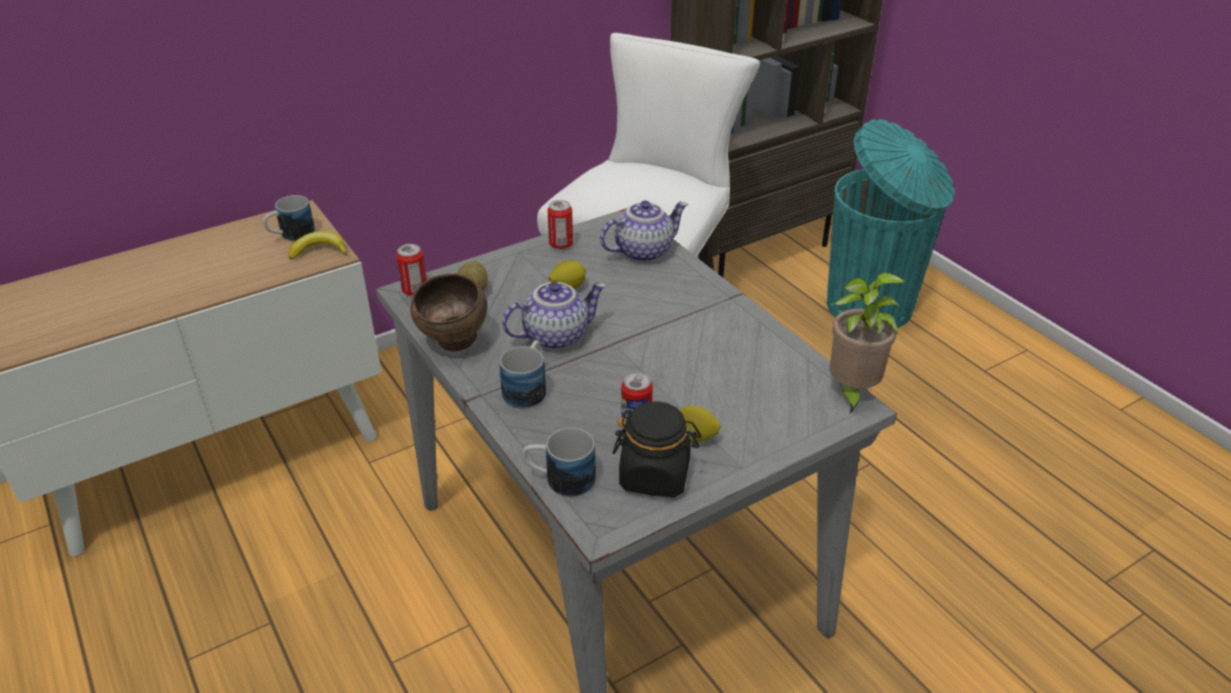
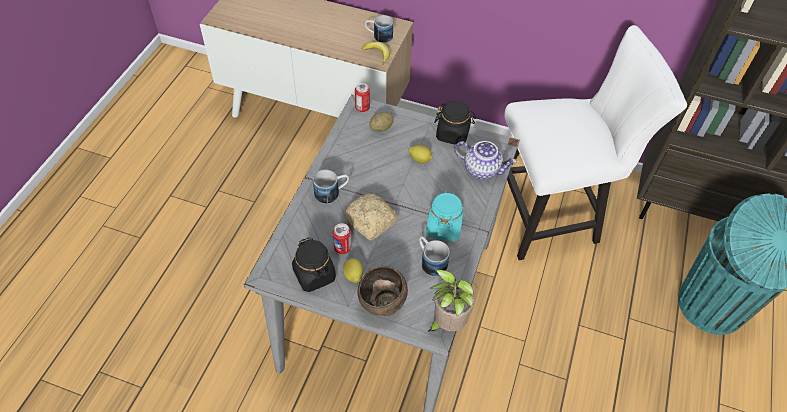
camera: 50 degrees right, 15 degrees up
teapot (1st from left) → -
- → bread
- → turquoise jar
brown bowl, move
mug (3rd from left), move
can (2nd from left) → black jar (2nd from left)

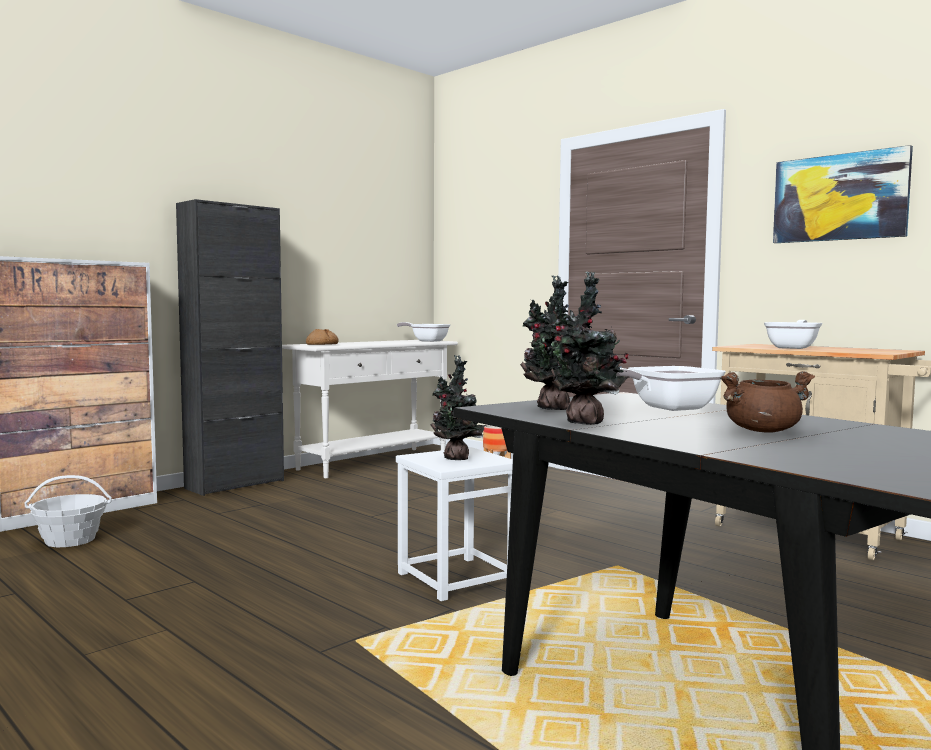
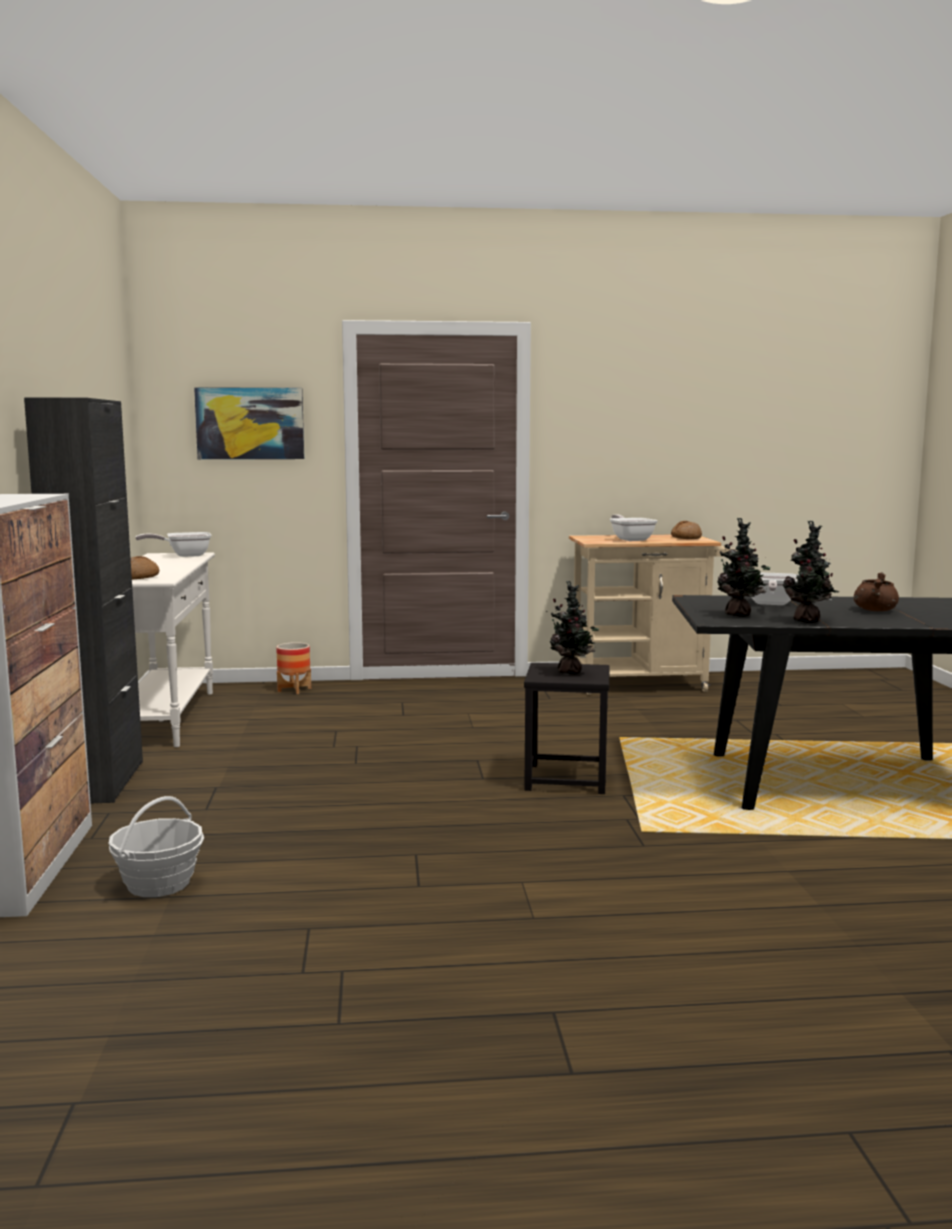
camera: 50 degrees left, 5 degrees up
- → bread (2nd from left)
picture, move
white stool → black stool

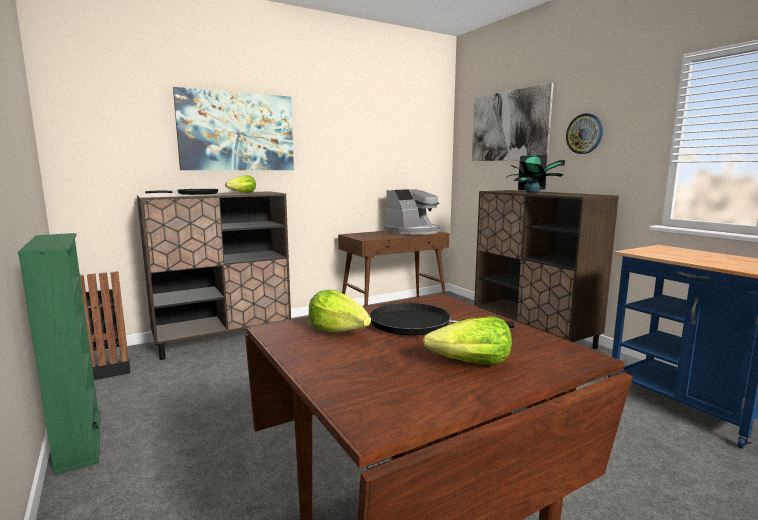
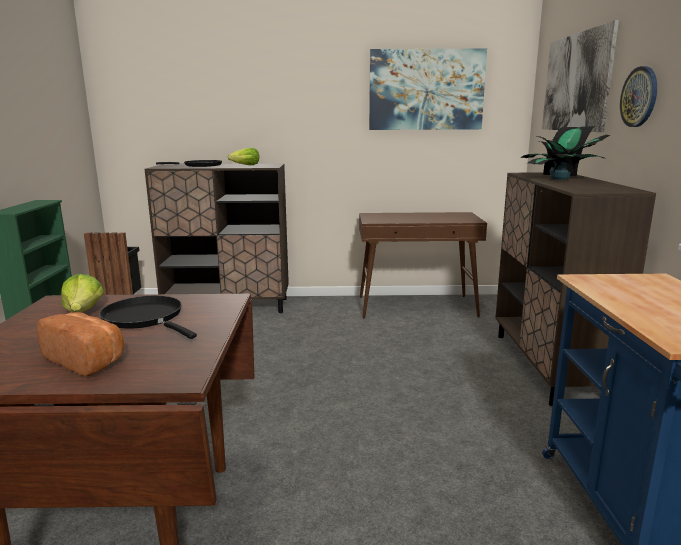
camera: 30 degrees right, 5 degrees up
coffee machine → -
picture (1st from left), move
lettuce (3rd from left) → bread

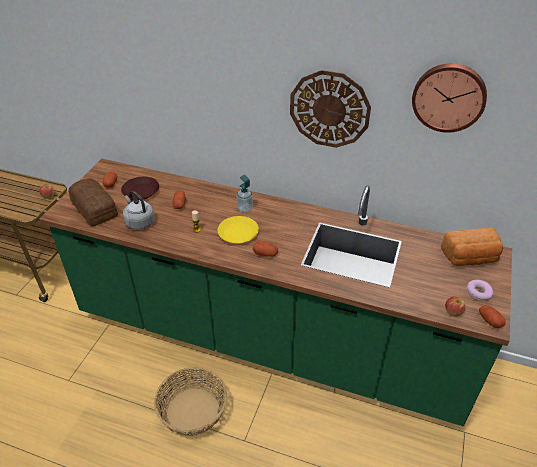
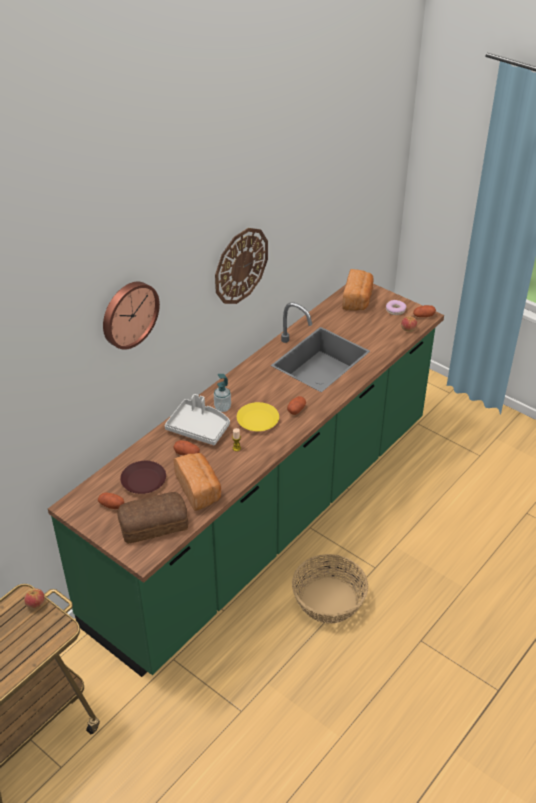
camera: 70 degrees left, 0 degrees up
- → grey tray
wall clock (2nd from left in the first image) → wall clock (1st from left), move
grey kettle → bread (2nd from left)

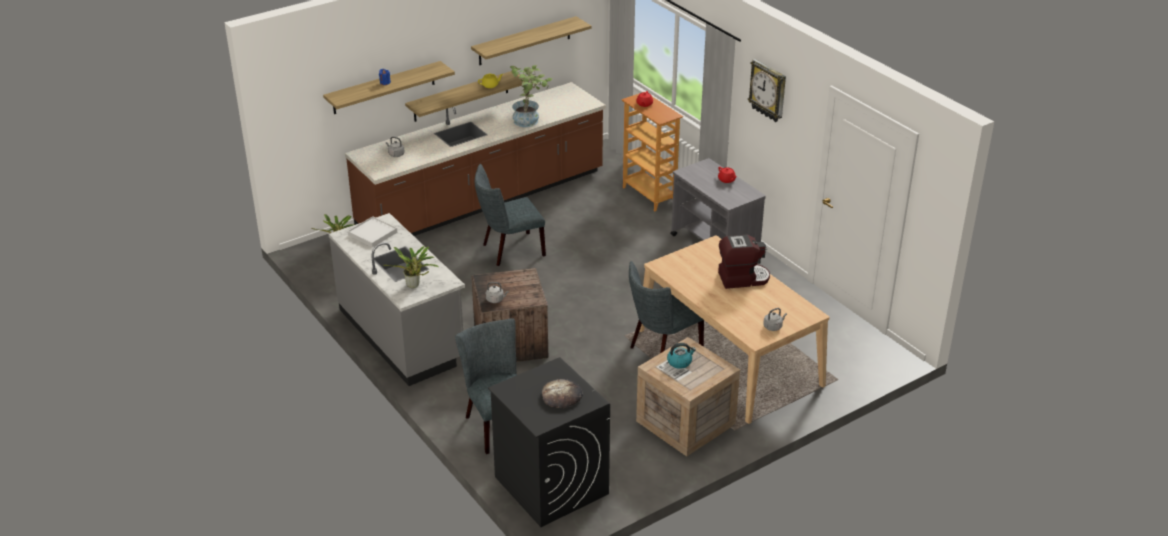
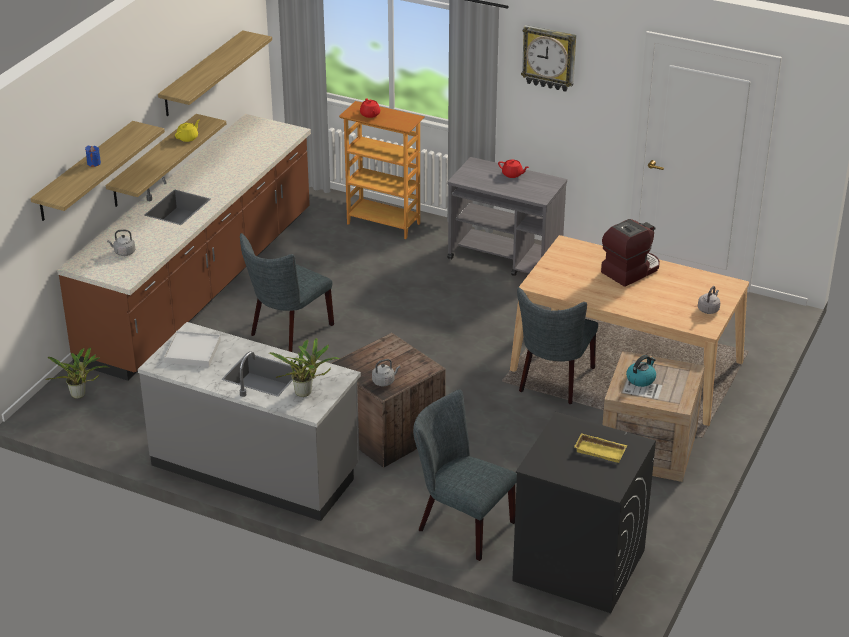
camera: 30 degrees left, 0 degrees up
potted plant (3rd from left) → -
bread → yellow tray

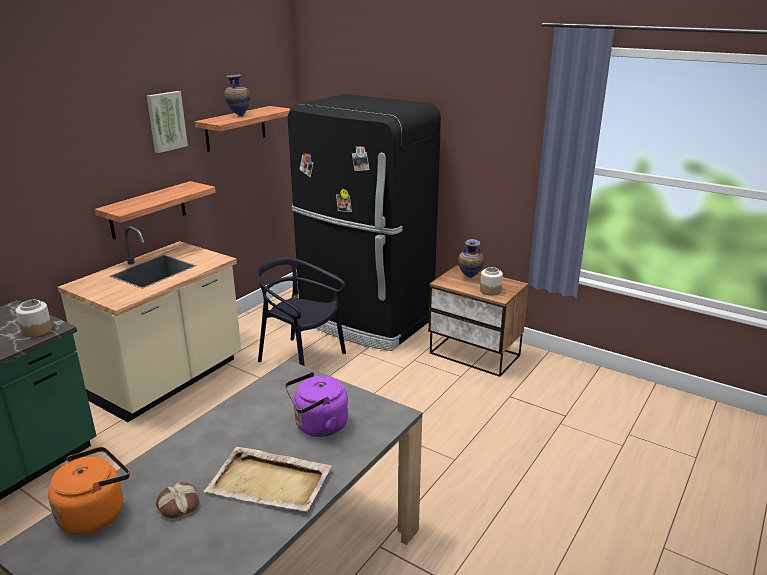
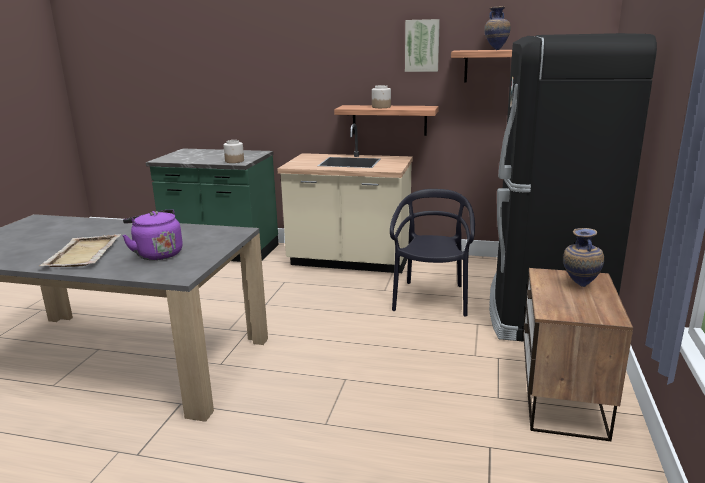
camera: 70 degrees right, 5 degrees down
orange kettle → -
bread → -
jar (2nd from left), move

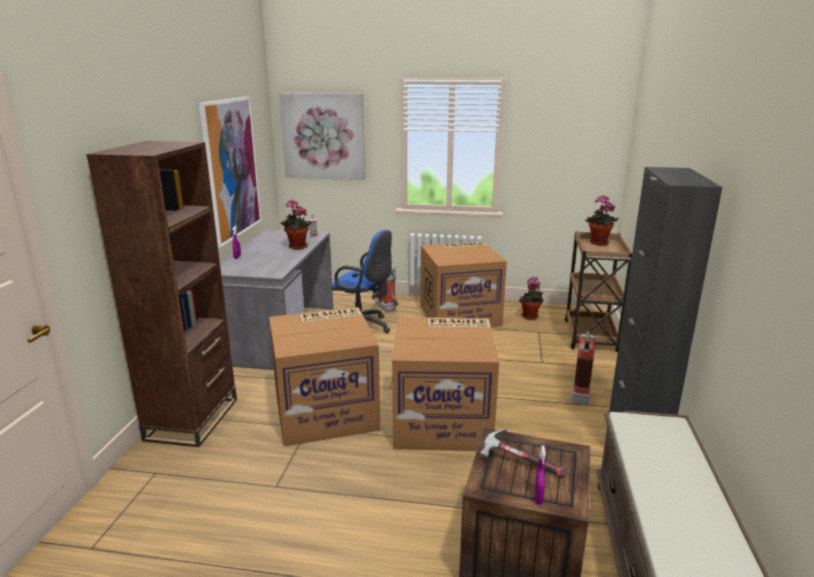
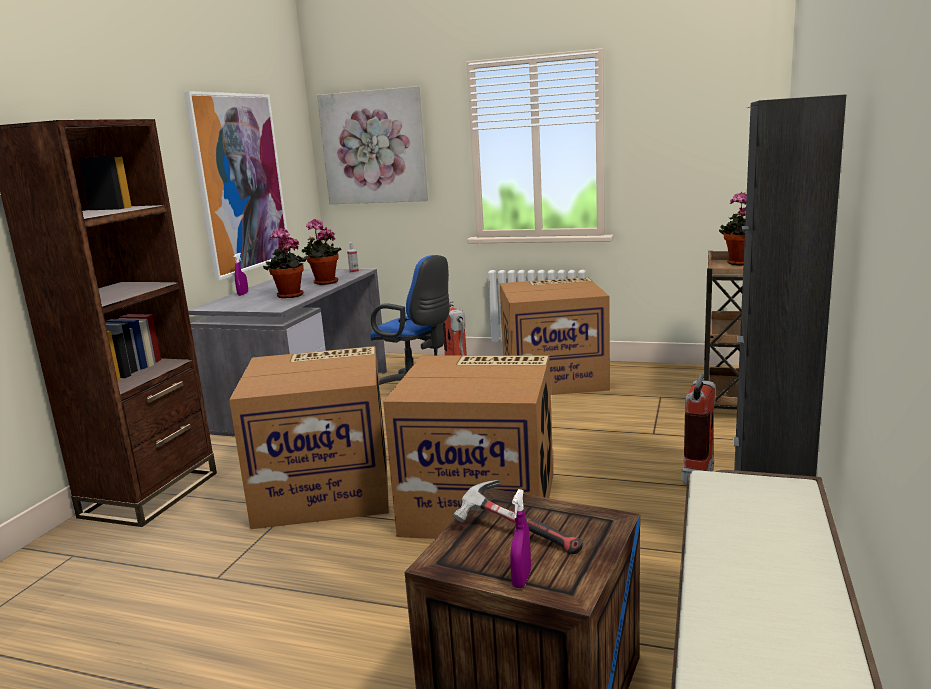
camera: 10 degrees right, 5 degrees down
potted plant (2nd from left in the first image) → potted plant (1st from left), move

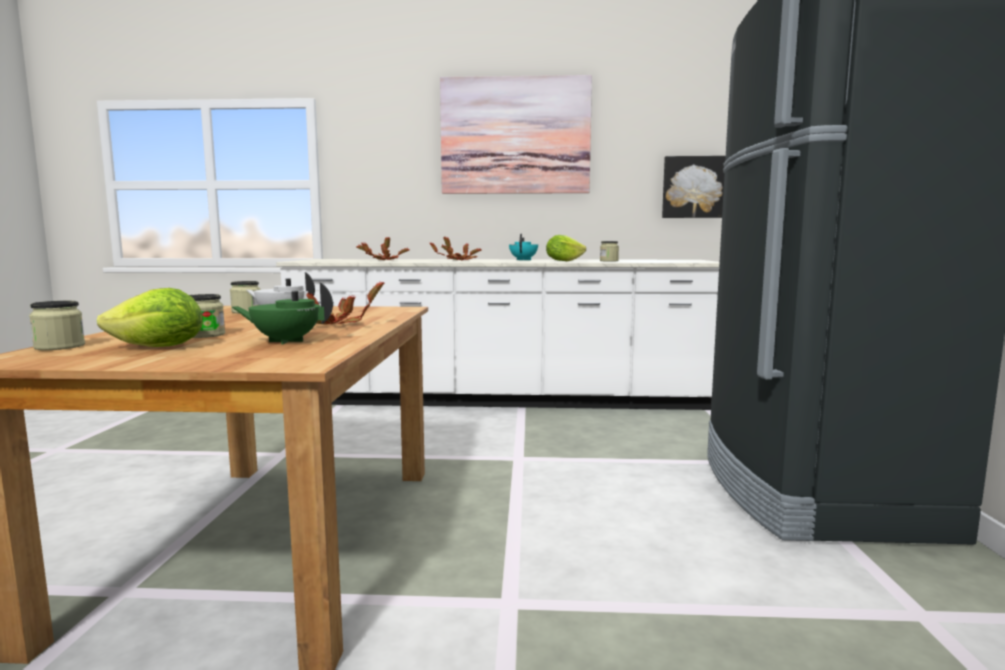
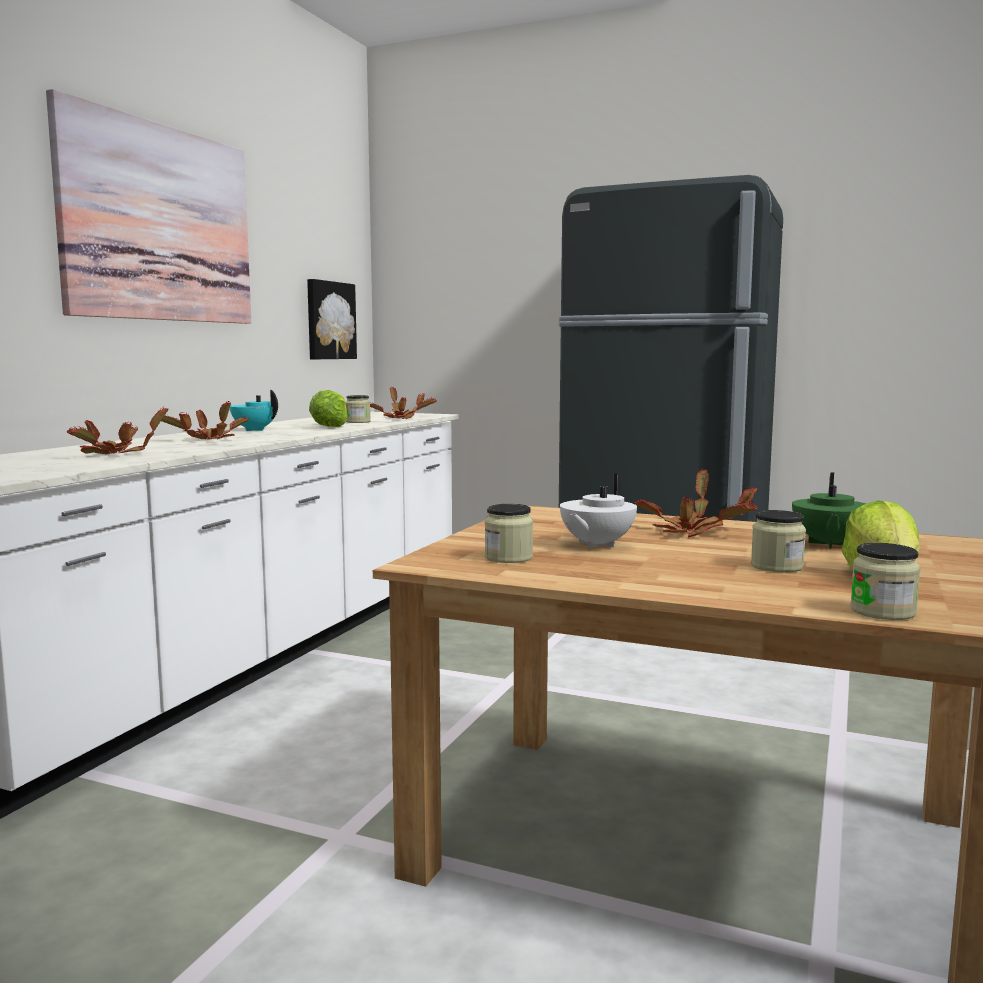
camera: 70 degrees left, 0 degrees up
- → potted plant (3rd from left)

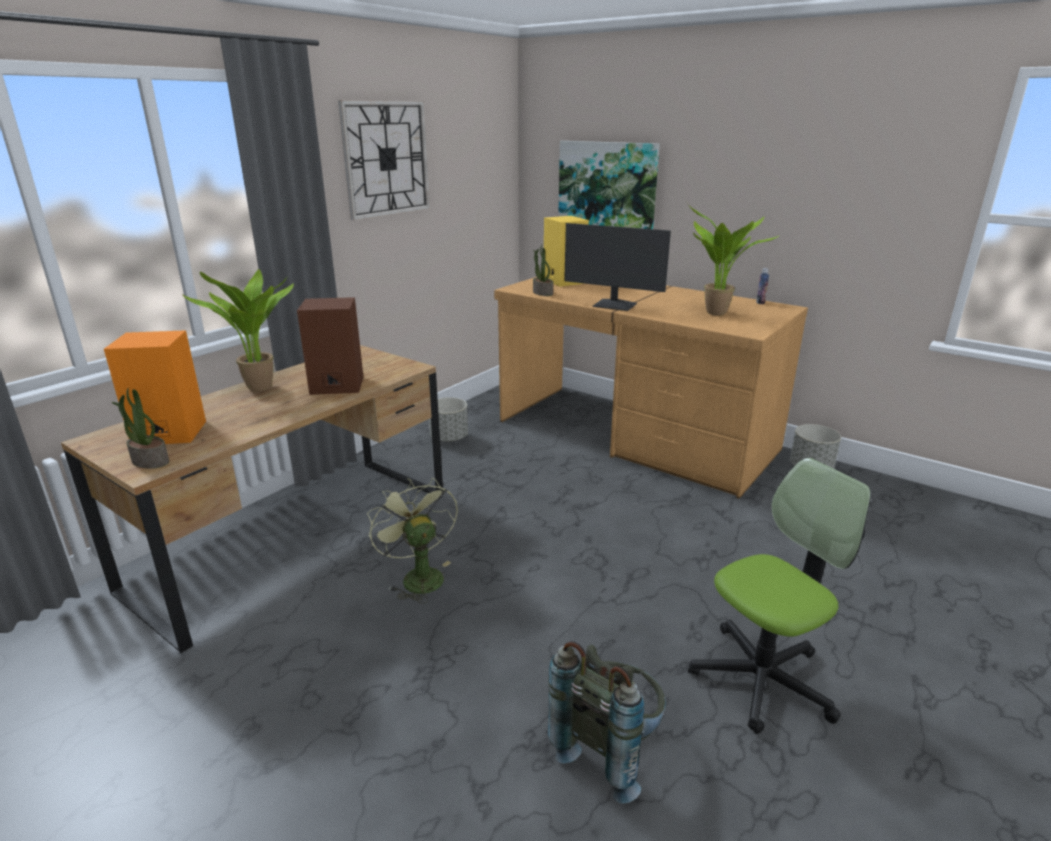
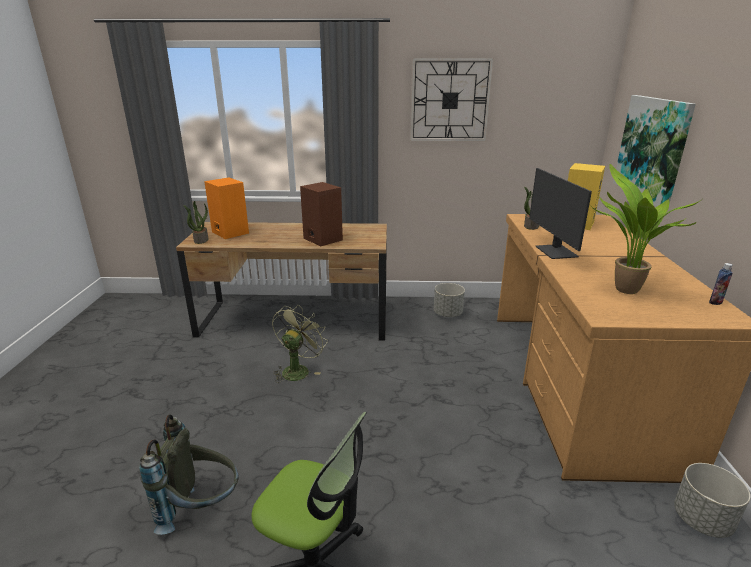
camera: 55 degrees right, 0 degrees up
potted plant (2nd from left) → -

